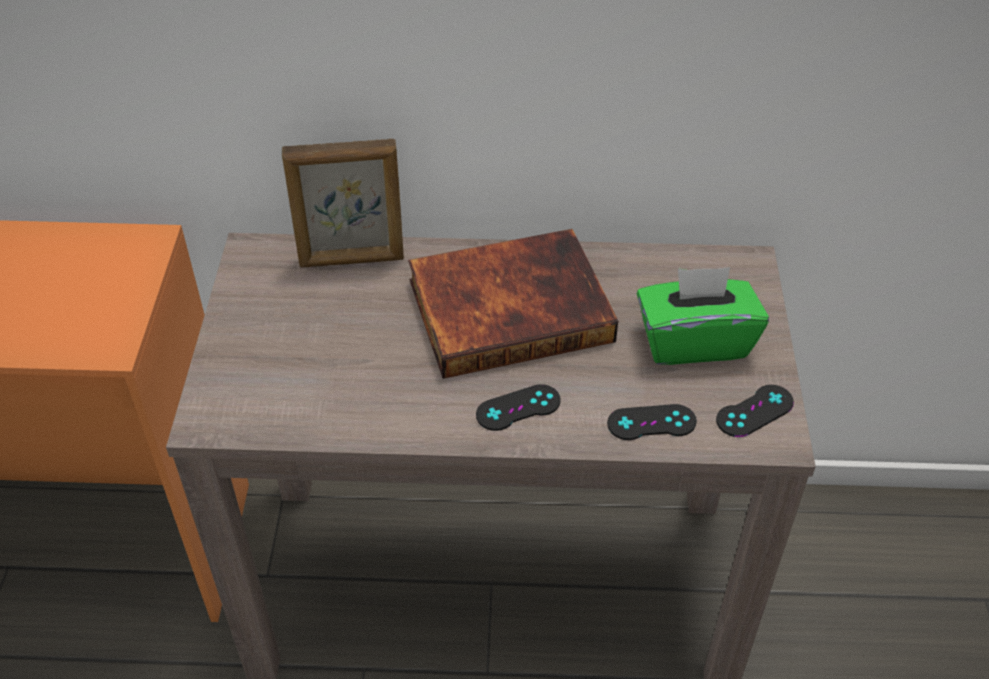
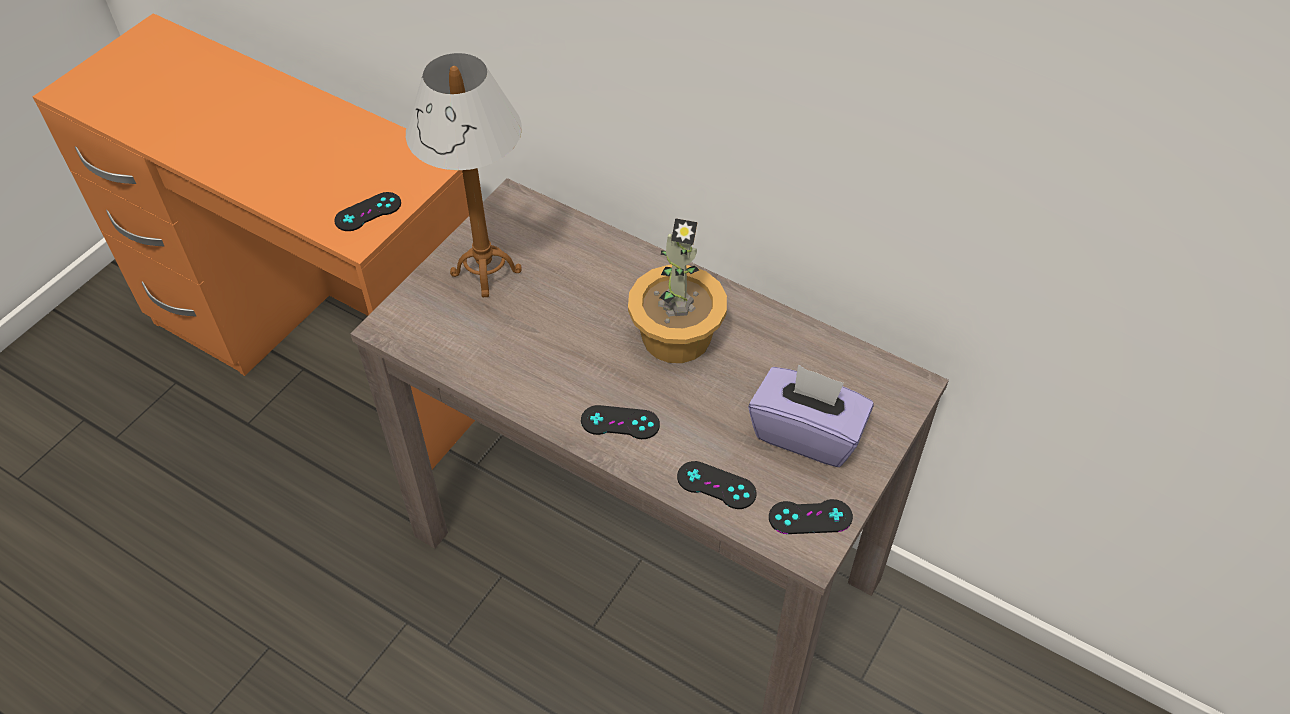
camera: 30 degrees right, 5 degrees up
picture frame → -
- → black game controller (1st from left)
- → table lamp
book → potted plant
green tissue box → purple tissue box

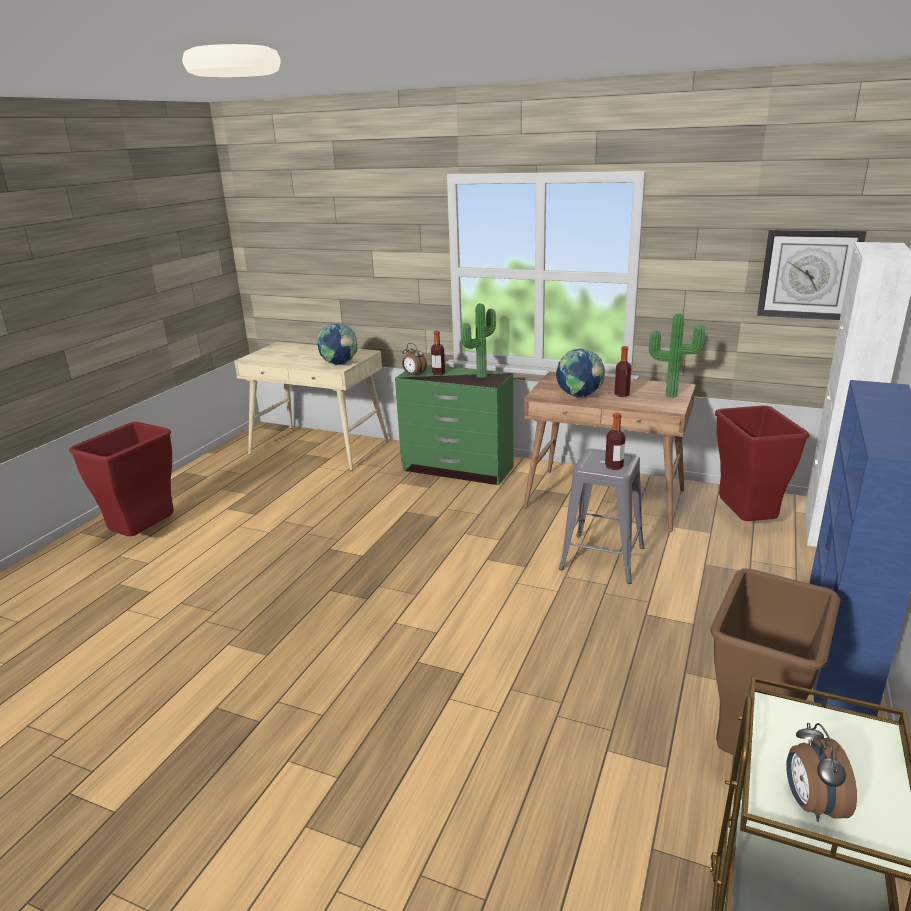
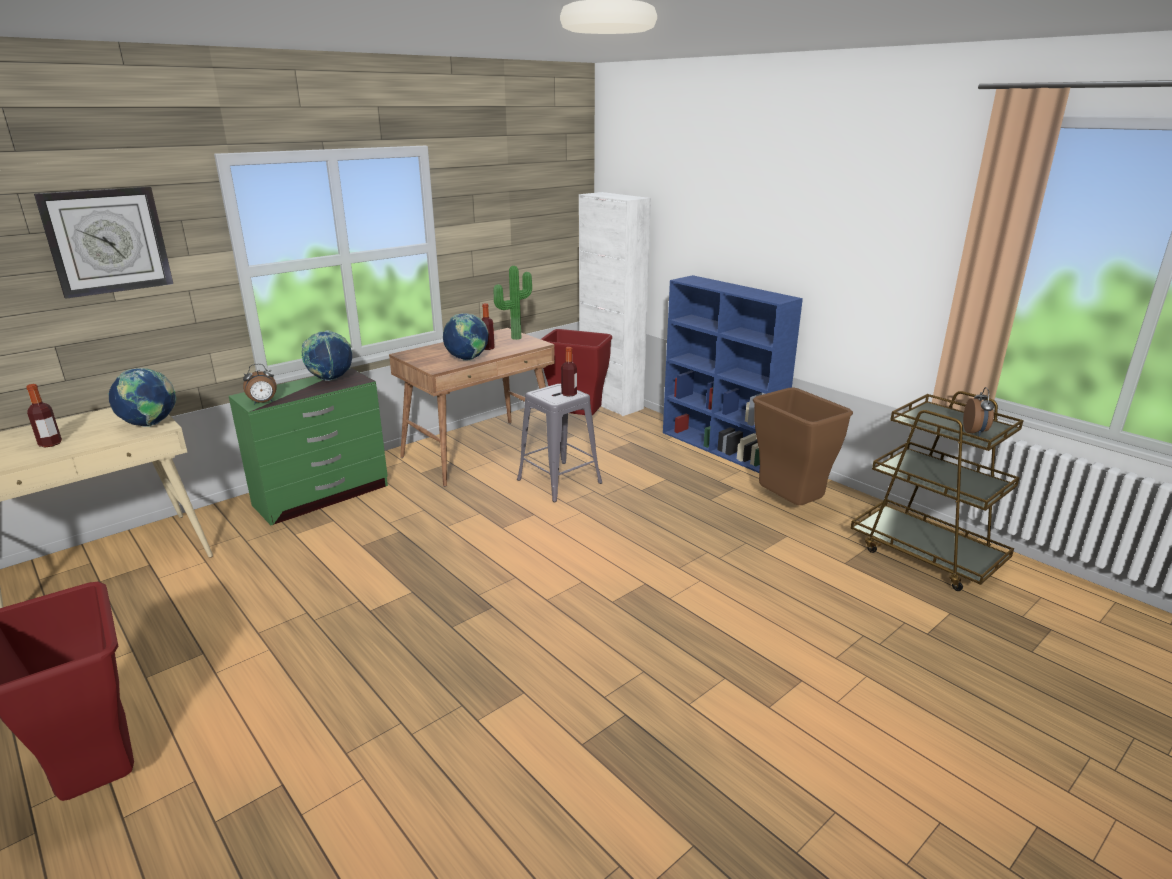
camera: 65 degrees left, 0 degrees up
bottle (1st from left), move
wall clock, move
potted plant (1st from left) → globe (2nd from left)
alarm clock (2nd from left), 105 degrees counterclockwise

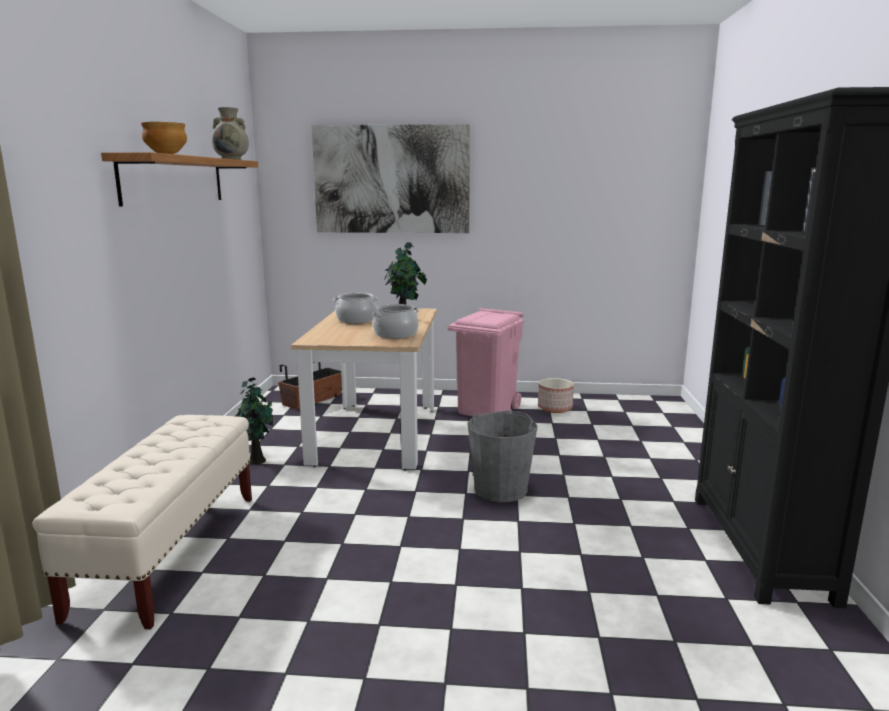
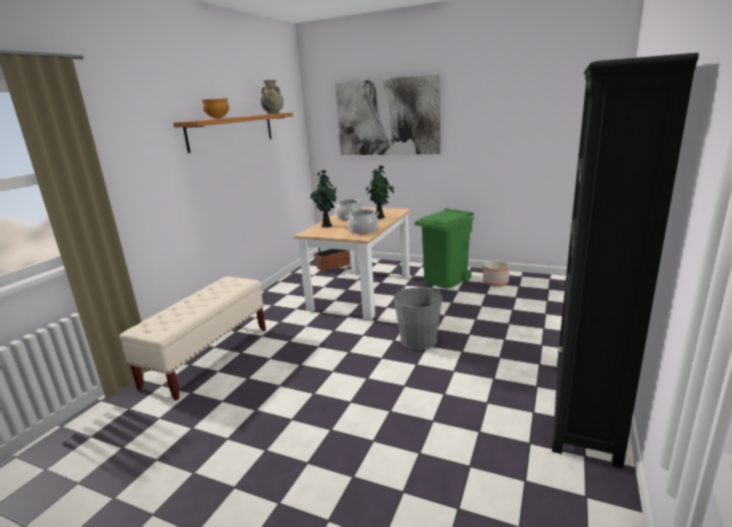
camera: 20 degrees right, 5 degrees up
potted plant (1st from left), move
pink trash can → green trash can

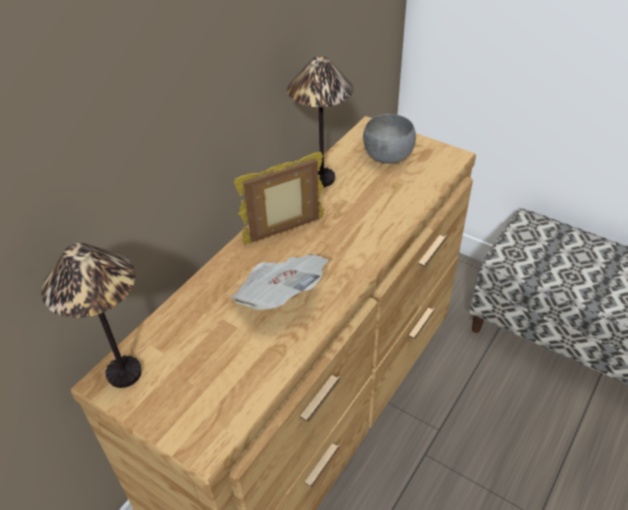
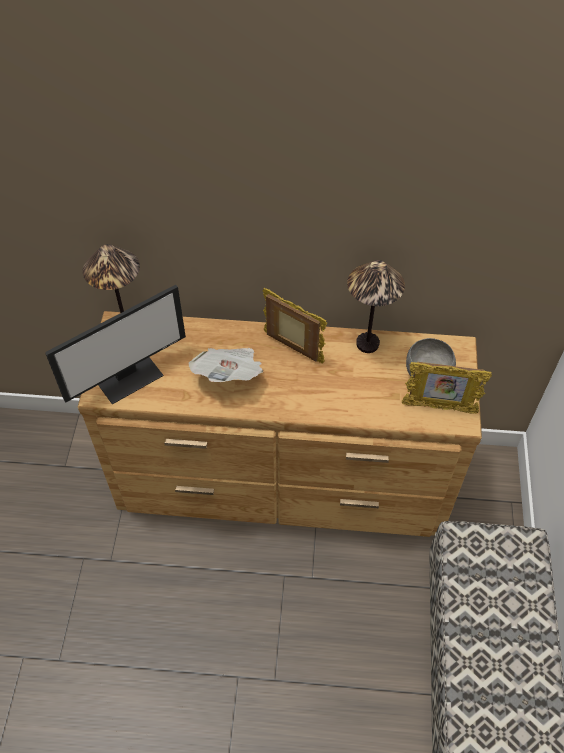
camera: 60 degrees right, 10 degrees up
- → monitor
- → picture frame (2nd from left)

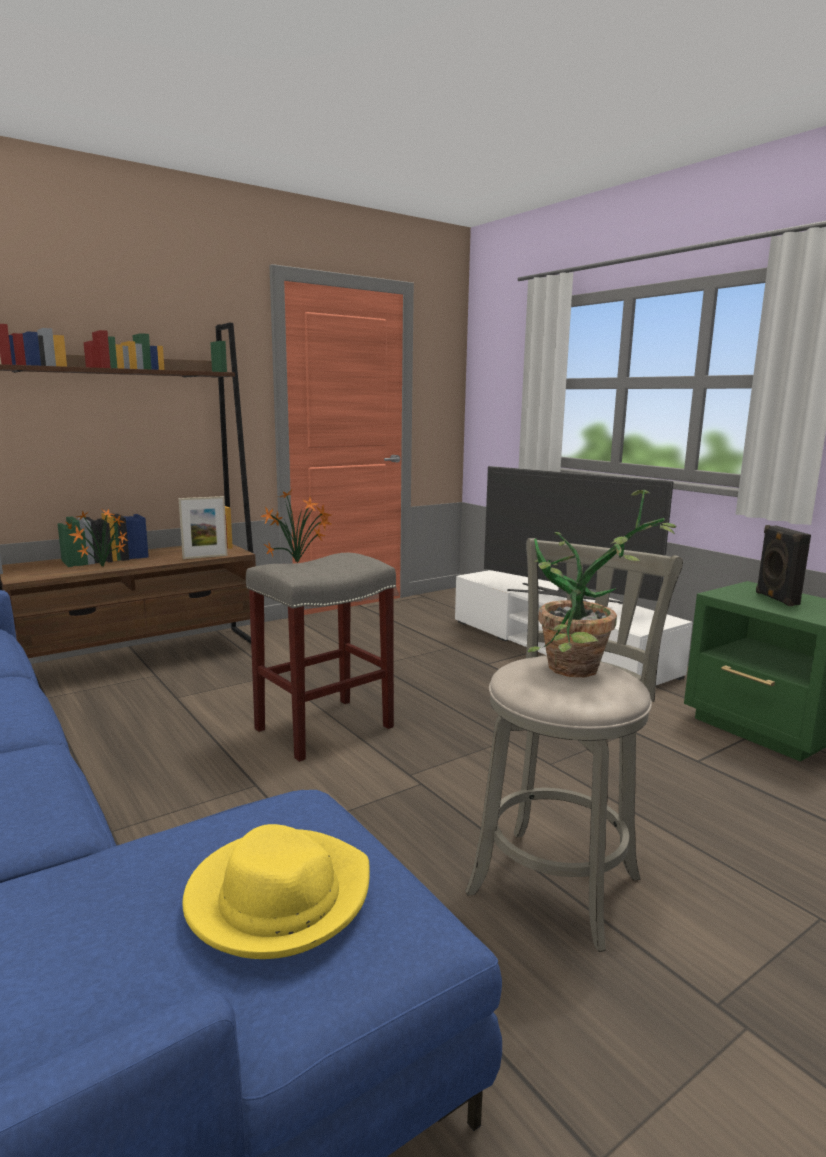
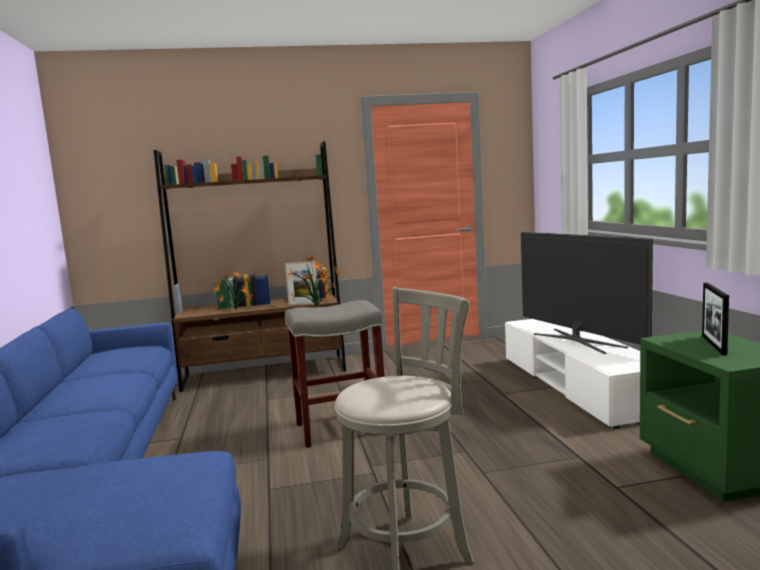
camera: 25 degrees right, 5 degrees down
yellow hat → -
potted plant (3rd from left) → -
black speaker → picture frame (2nd from left)

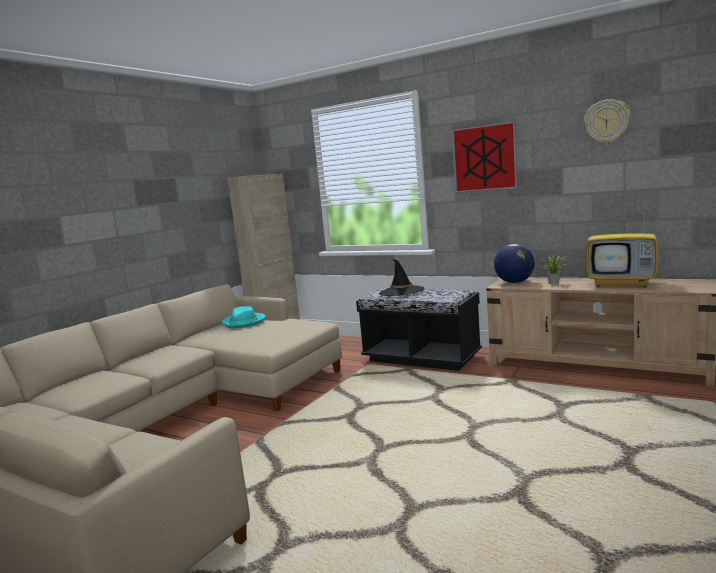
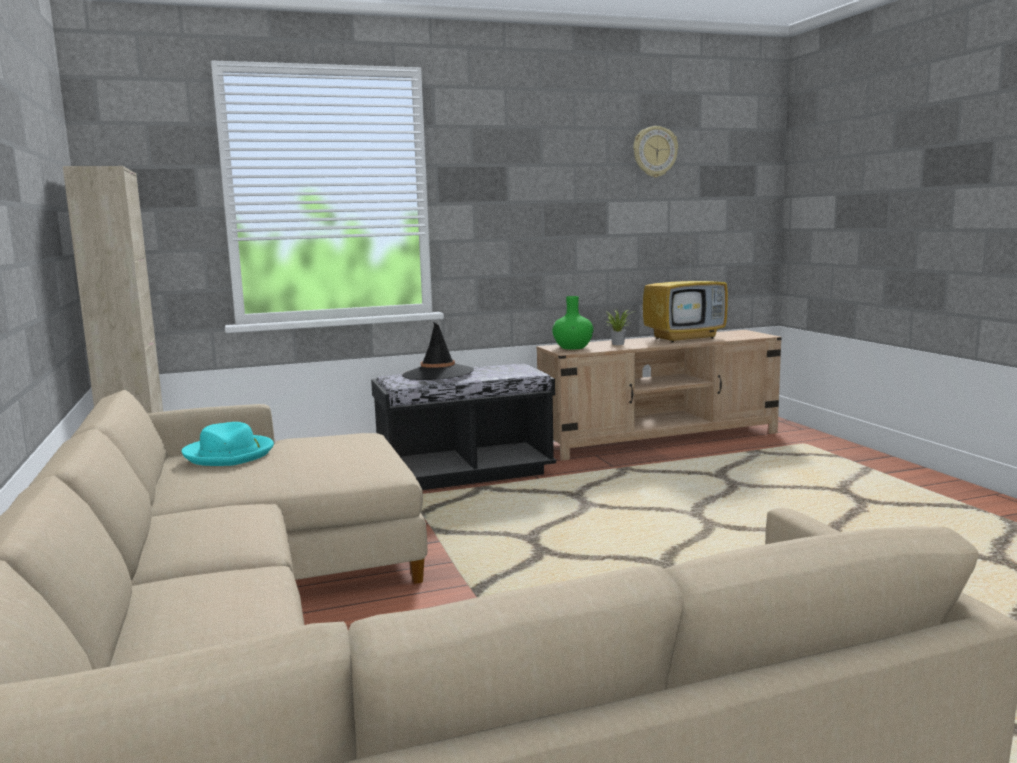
camera: 50 degrees left, 0 degrees up
picture → -
globe → green vase

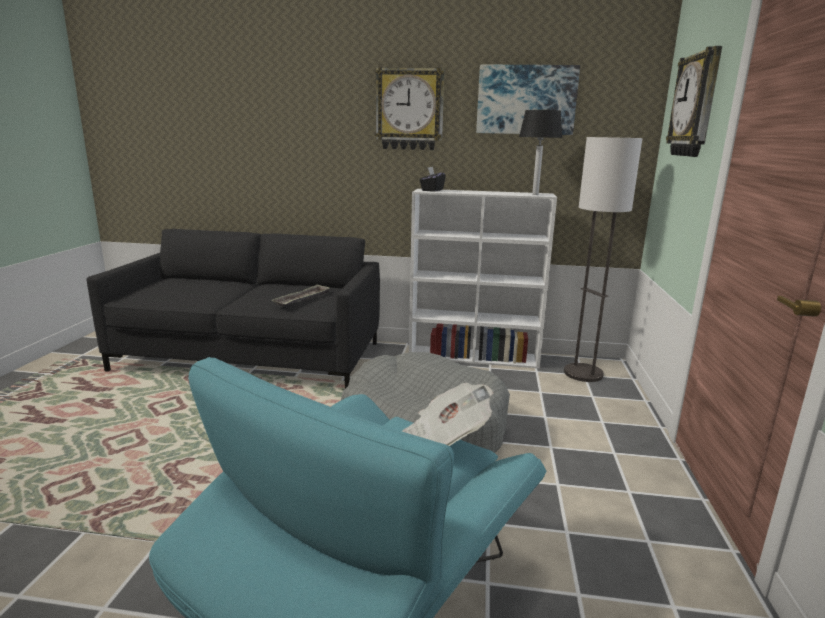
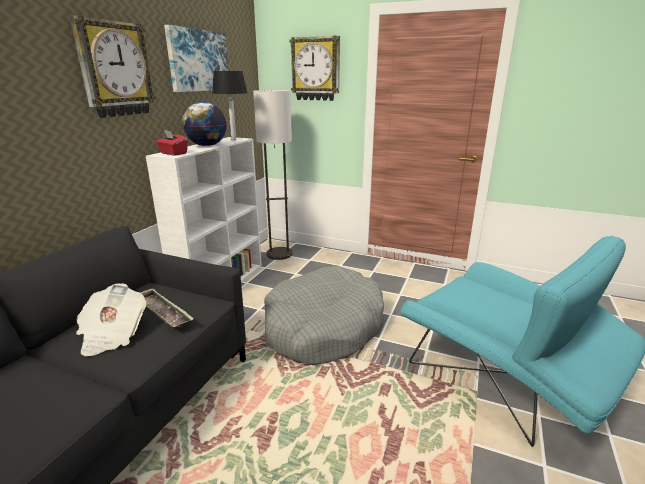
camera: 75 degrees left, 5 degrees up
- → globe
newspaper, move
black tissue box → red tissue box

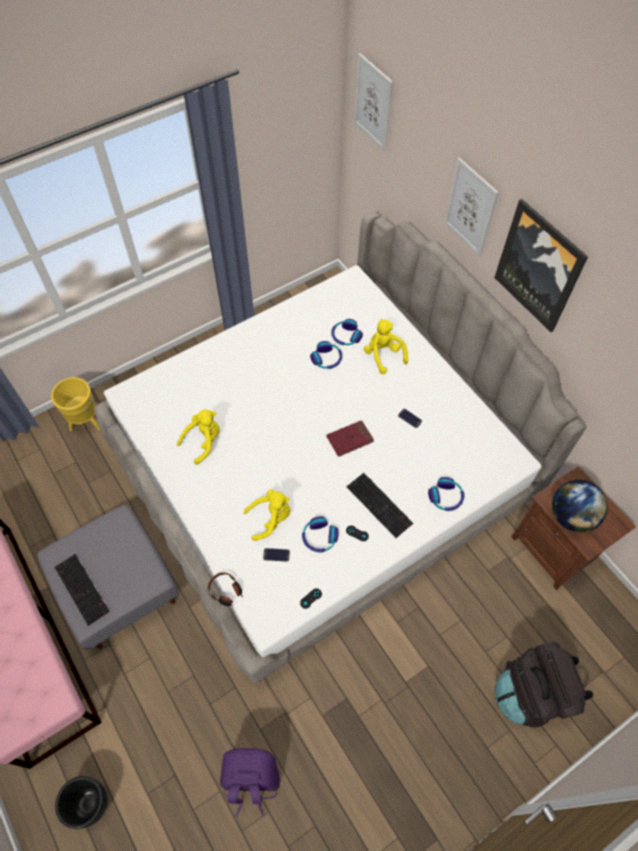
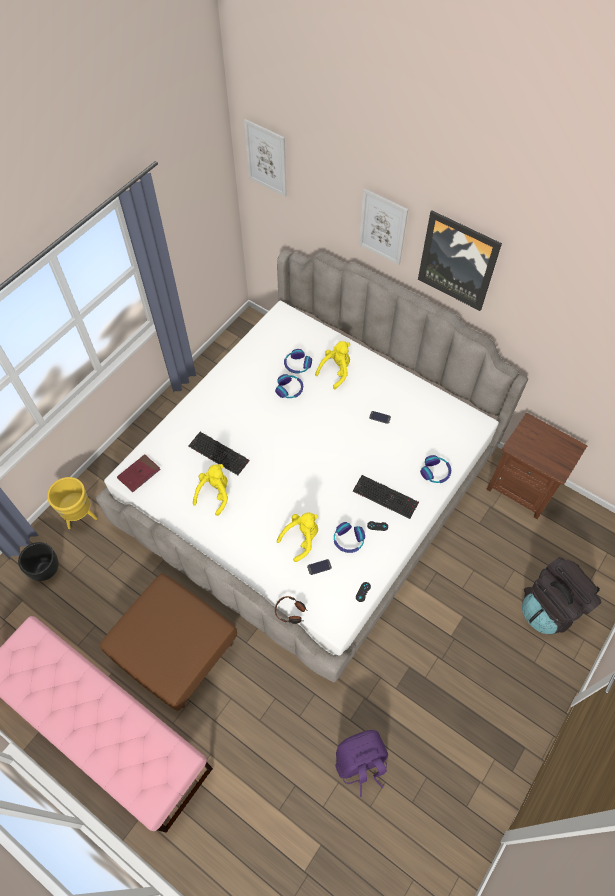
camera: 20 degrees left, 0 degrees up
globe → -
keyboard (1st from left), move
black planter, move
red book, move
grey ottoman → brown ottoman
yellow plush toy (3rd from left), 90 degrees clockwise

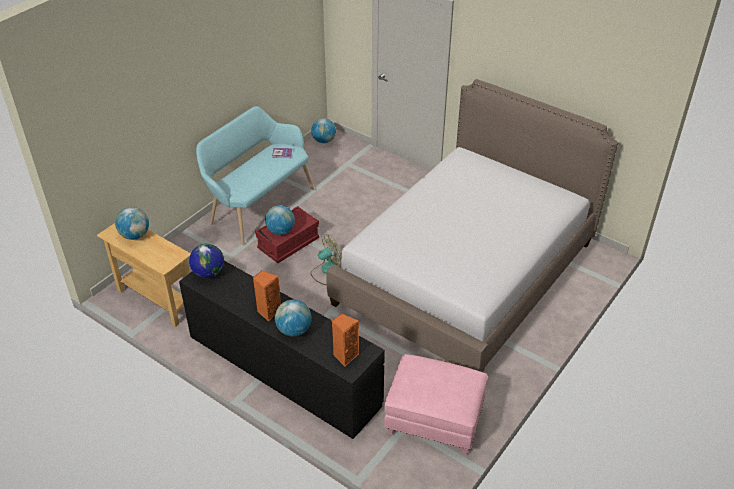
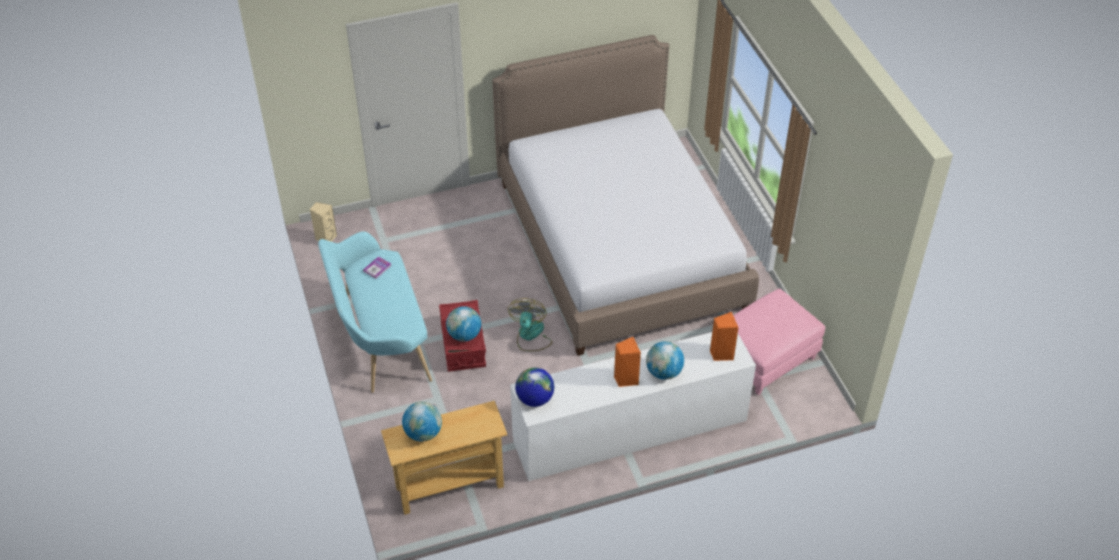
camera: 55 degrees left, 5 degrees up
globe (5th from left) → beige speaker
black dresser → white dresser

